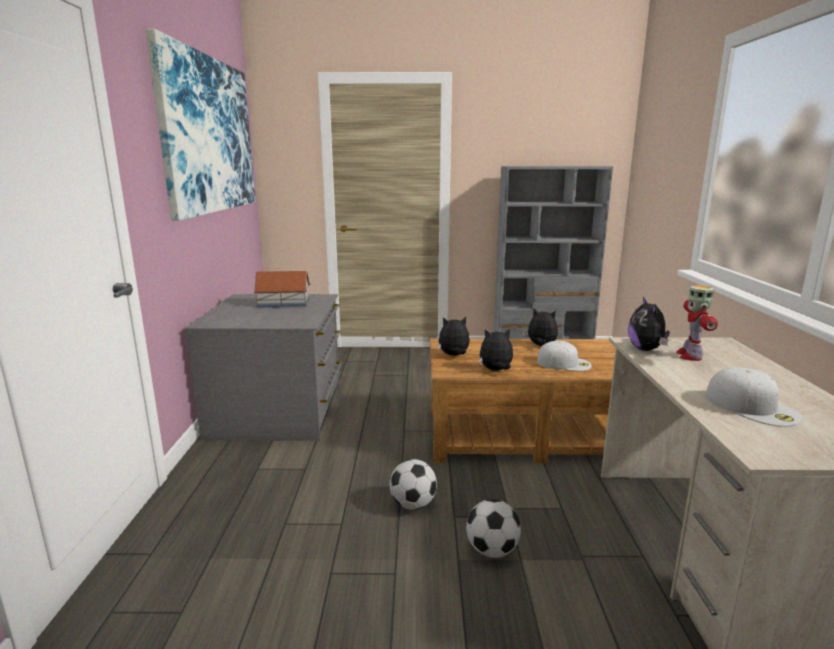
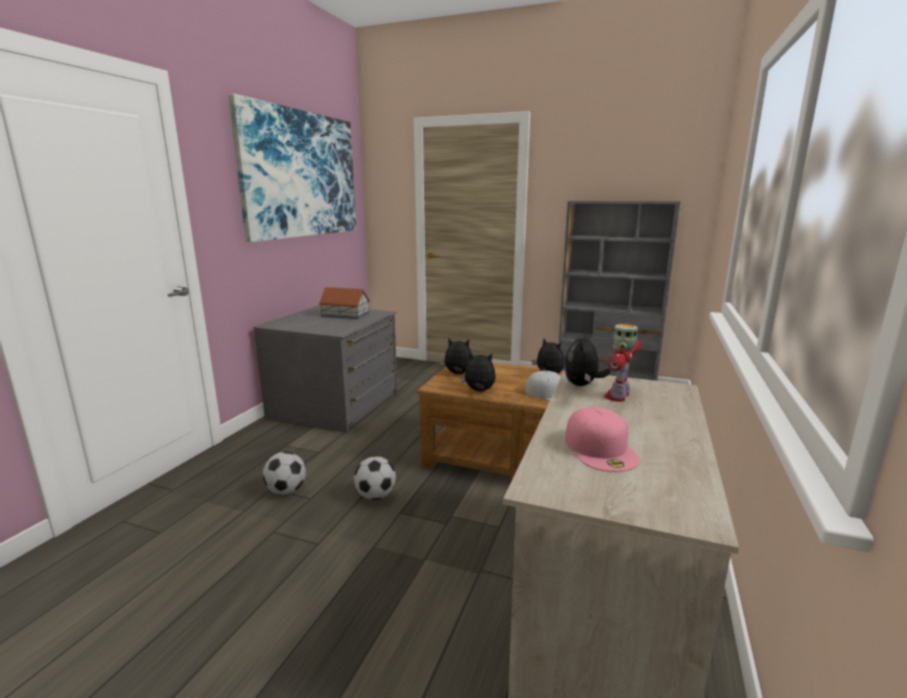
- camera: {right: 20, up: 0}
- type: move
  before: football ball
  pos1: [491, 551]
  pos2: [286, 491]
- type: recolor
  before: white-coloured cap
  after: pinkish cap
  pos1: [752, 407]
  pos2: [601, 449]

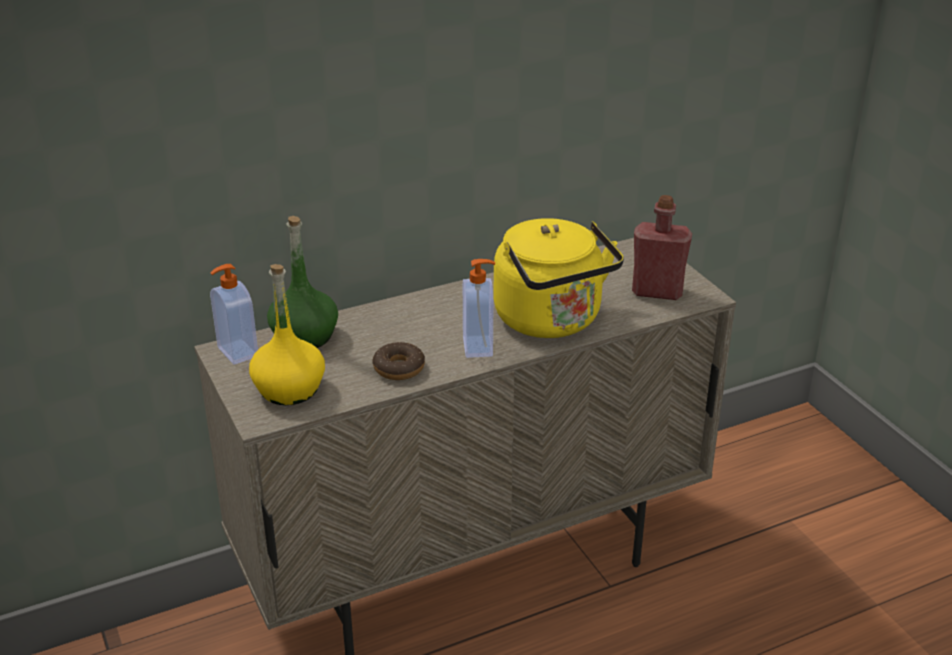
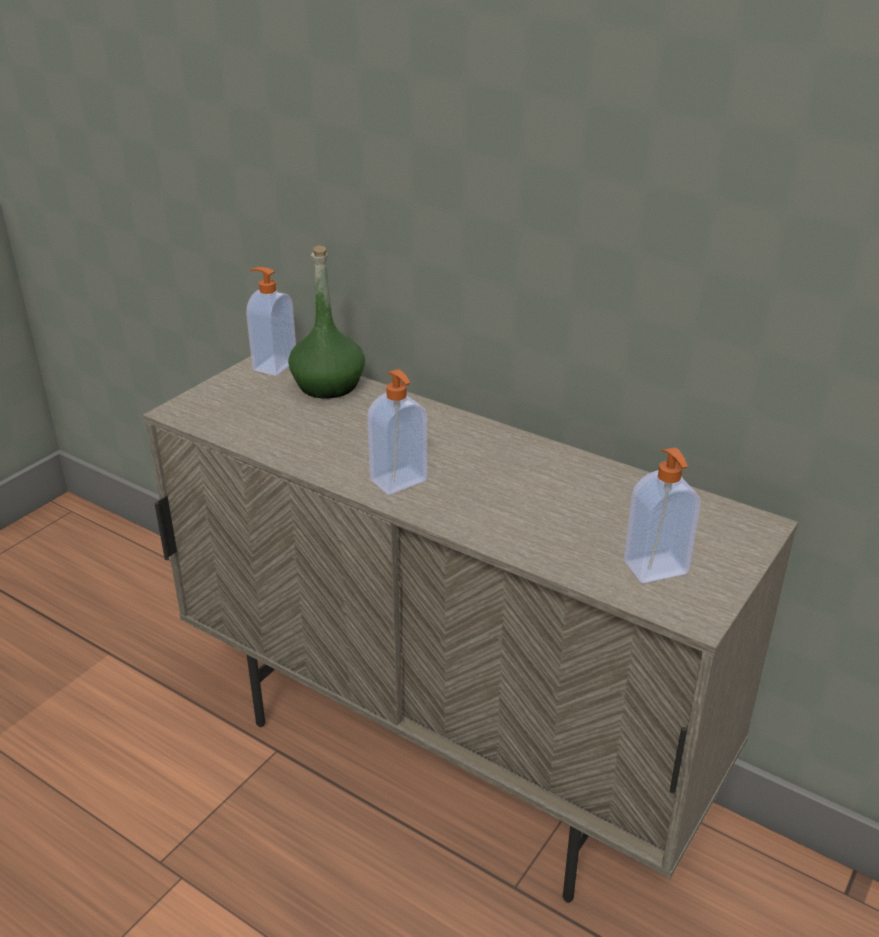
- camera: {right: 60, up: 0}
- type: delete
  before: yellowish drink bottle
  pos1: [289, 389]
- type: delete
  before: donut
  pos1: [399, 368]
- type: delete
  before: yellowish water kettle
  pos1: [552, 321]
- type: replace
  before: reddish drink bottle
  after: liquid soap bottle
  pos1: [657, 291]
  pos2: [657, 569]

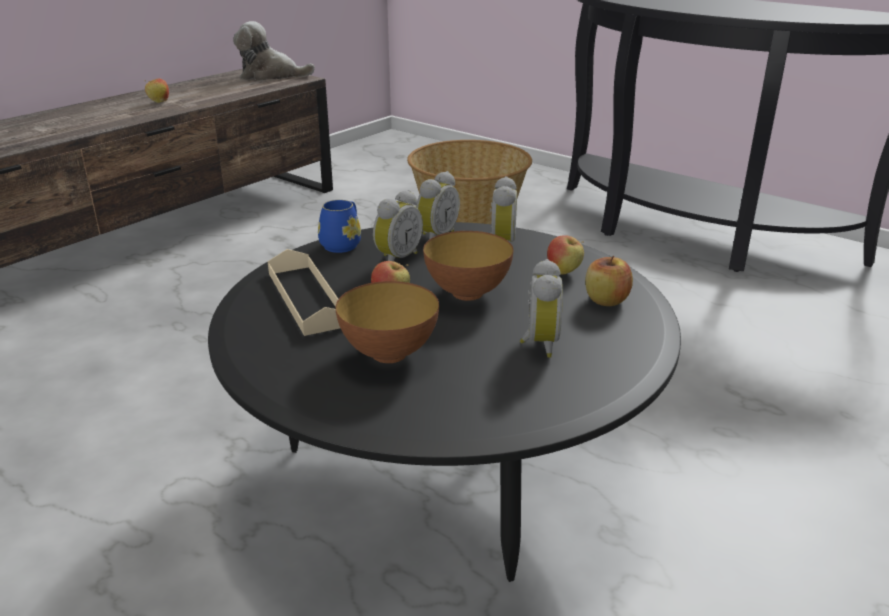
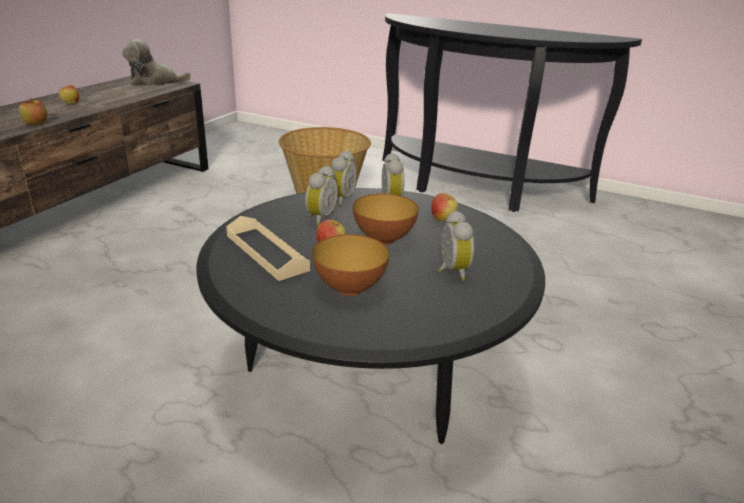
- camera: {right: -15, up: 0}
- type: delete
  before: blue-coloured mug
  pos1: [343, 244]
- type: move
  before: apple
  pos1: [606, 300]
  pos2: [36, 123]

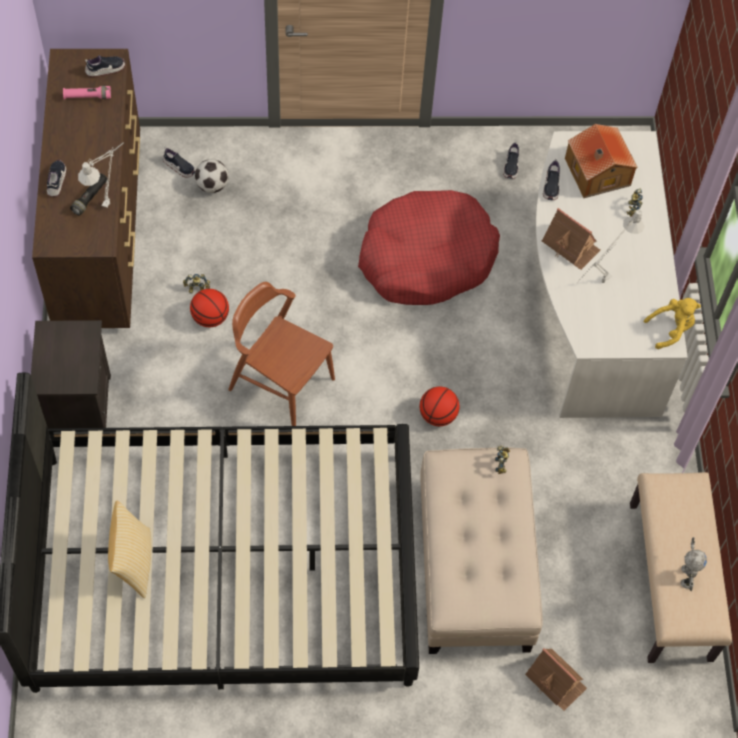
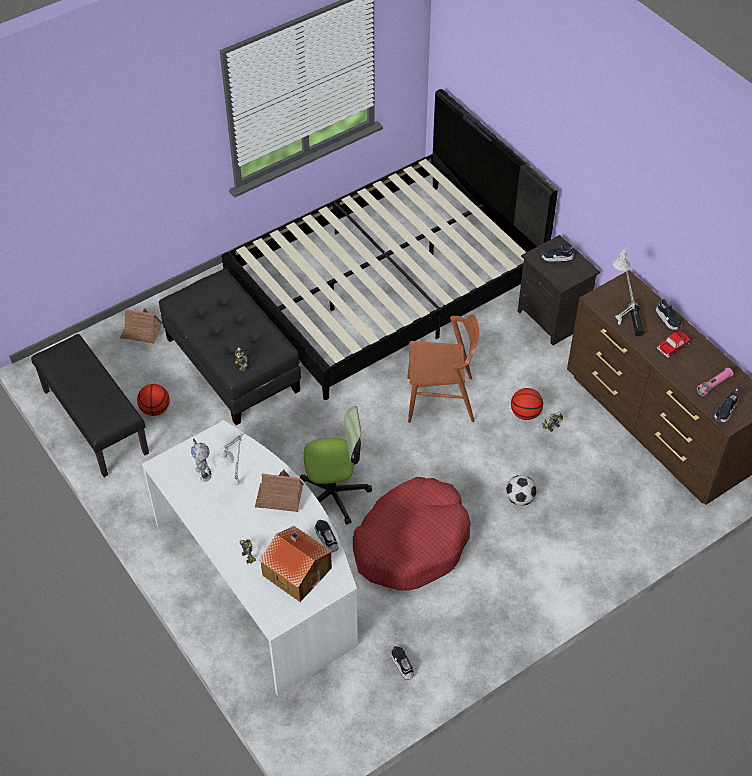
- camera: {right: 150, up: -10}
- type: delete
  before: cushion
  pos1: [133, 562]
- type: move
  before: item of footwear
  pos1: [179, 167]
  pos2: [557, 258]
- type: move
  before: football ball
  pos1: [212, 185]
  pos2: [520, 499]
- type: move
  before: ball for basketball
  pos1: [438, 415]
  pos2: [155, 409]
- type: recolor
  before: beige ottoman
  after: black-coloured ottoman
  pos1: [473, 565]
  pos2: [233, 364]
- type: recolor
  before: beige long seat
  after: black-coloured long seat
  pos1: [671, 581]
  pos2: [94, 422]
- type: delete
  before: yellowish soft toy
  pos1: [671, 329]
- type: move
  before: model robot
  pos1: [686, 576]
  pos2: [204, 473]
- type: insert
  after: office chair
  pos2: [334, 494]
- type: insert
  after: toy car
  pos2: [673, 346]

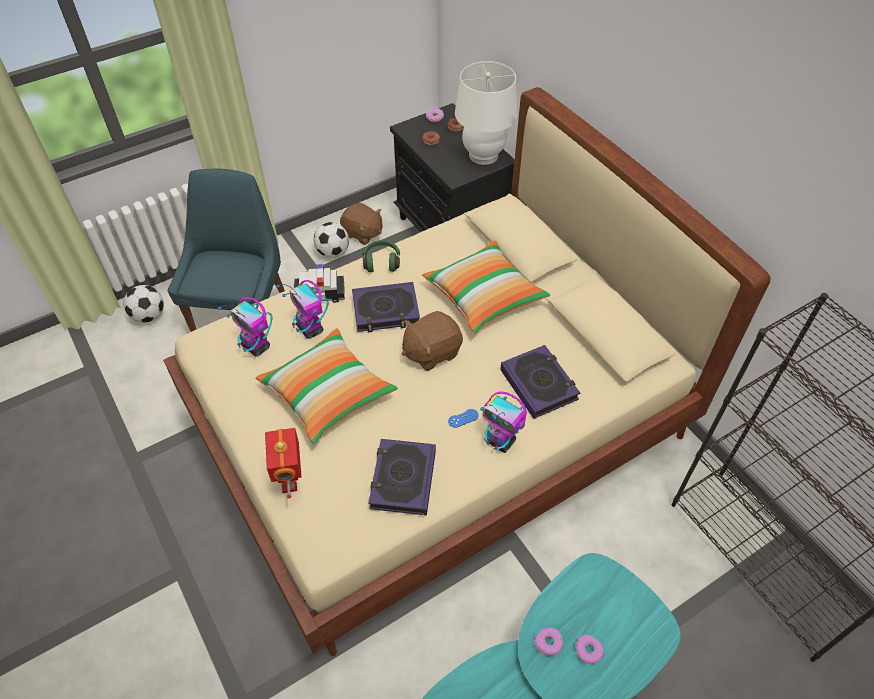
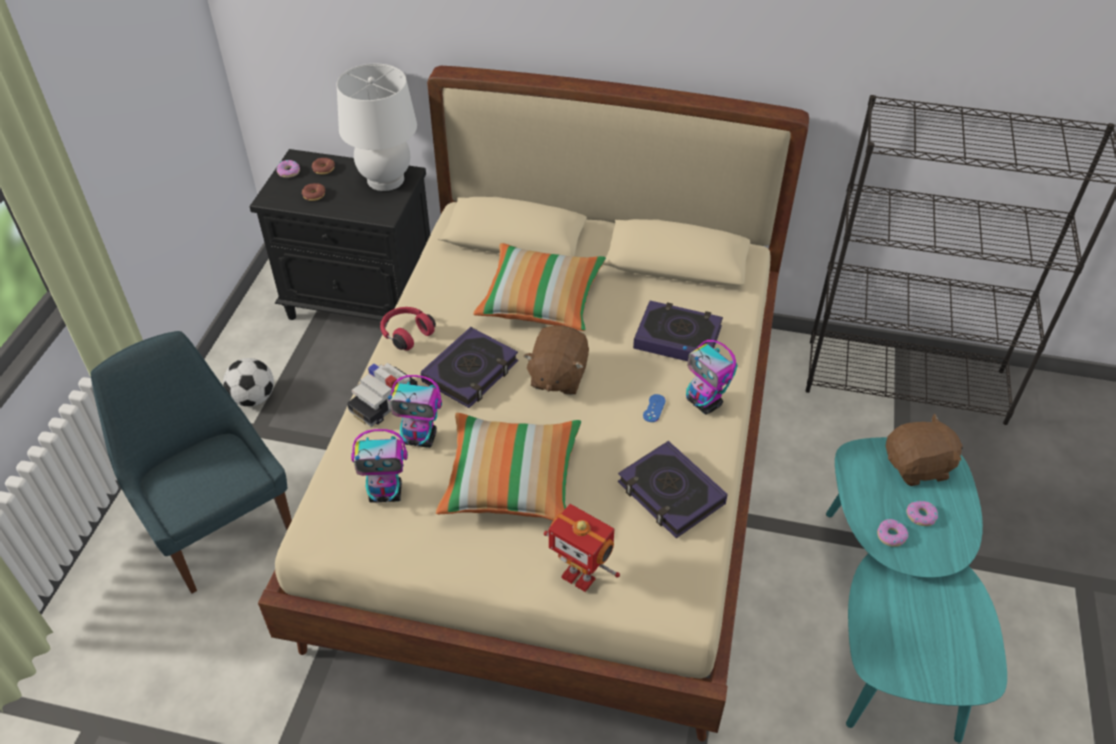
- camera: {right: -45, up: -5}
- type: delete
  before: football ball
  pos1: [149, 316]
- type: move
  before: brown soft toy
  pos1: [362, 233]
  pos2: [918, 467]
- type: recolor
  before: greenish headphones
  after: reddish headphones
  pos1: [381, 261]
  pos2: [406, 333]
- type: rotate
  before: model robot
  pos1: [500, 441]
  pos2: [704, 403]
  turn: 60

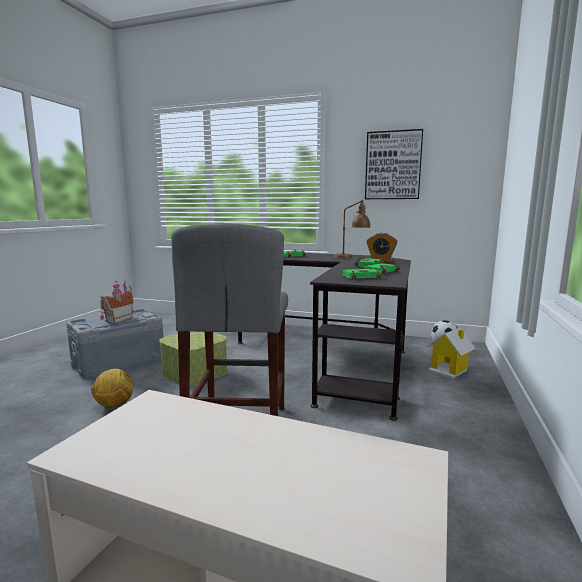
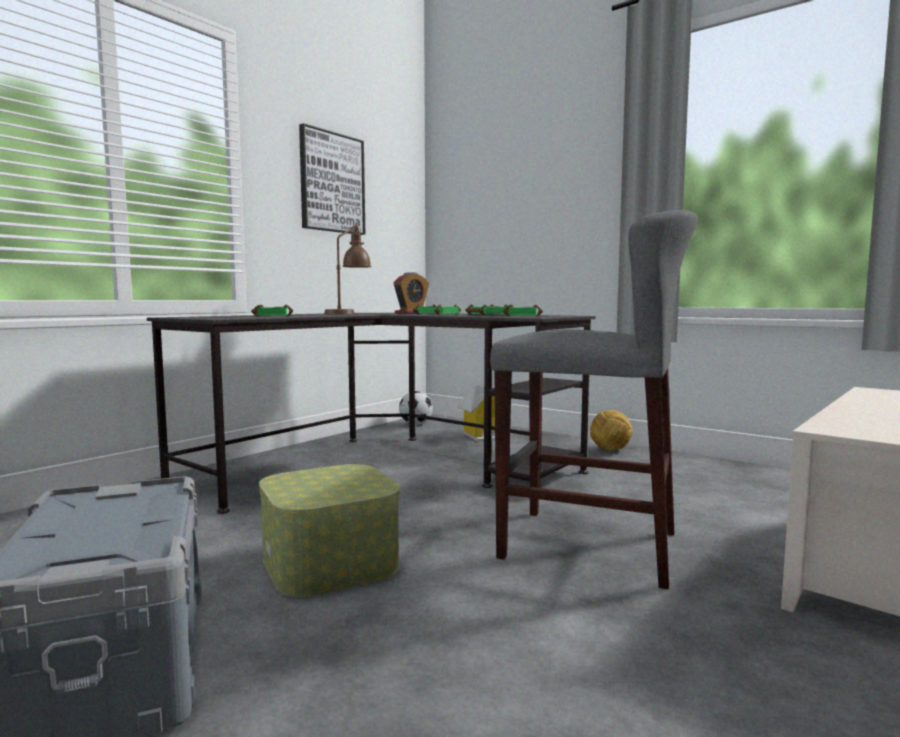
- camera: {right: -70, up: -5}
- type: move
  before: football ball
  pos1: [114, 405]
  pos2: [610, 450]
- type: delete
  before: miniature house
  pos1: [117, 320]

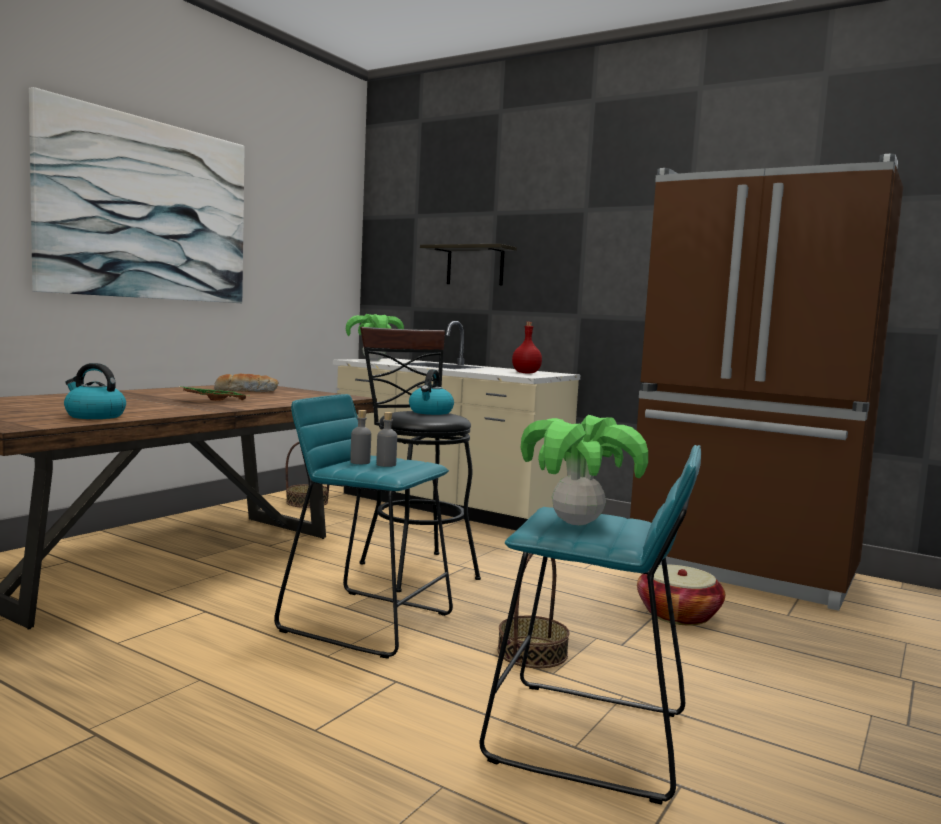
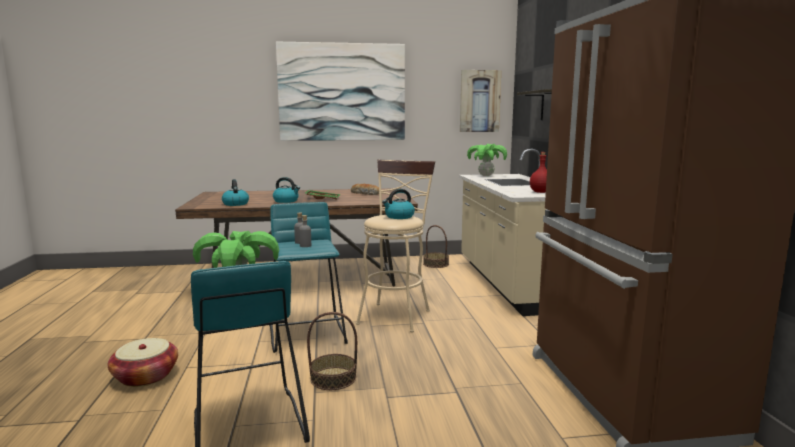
- camera: {right: 50, up: 5}
- type: recolor
  before: black-coloured sitting stool
  after: beige sitting stool
  pos1: [413, 568]
  pos2: [396, 314]
- type: move
  before: basket
  pos1: [678, 615]
  pos2: [145, 376]
- type: insert
  after: water kettle
  pos2: [286, 201]
- type: insert
  after: picture
  pos2: [479, 101]

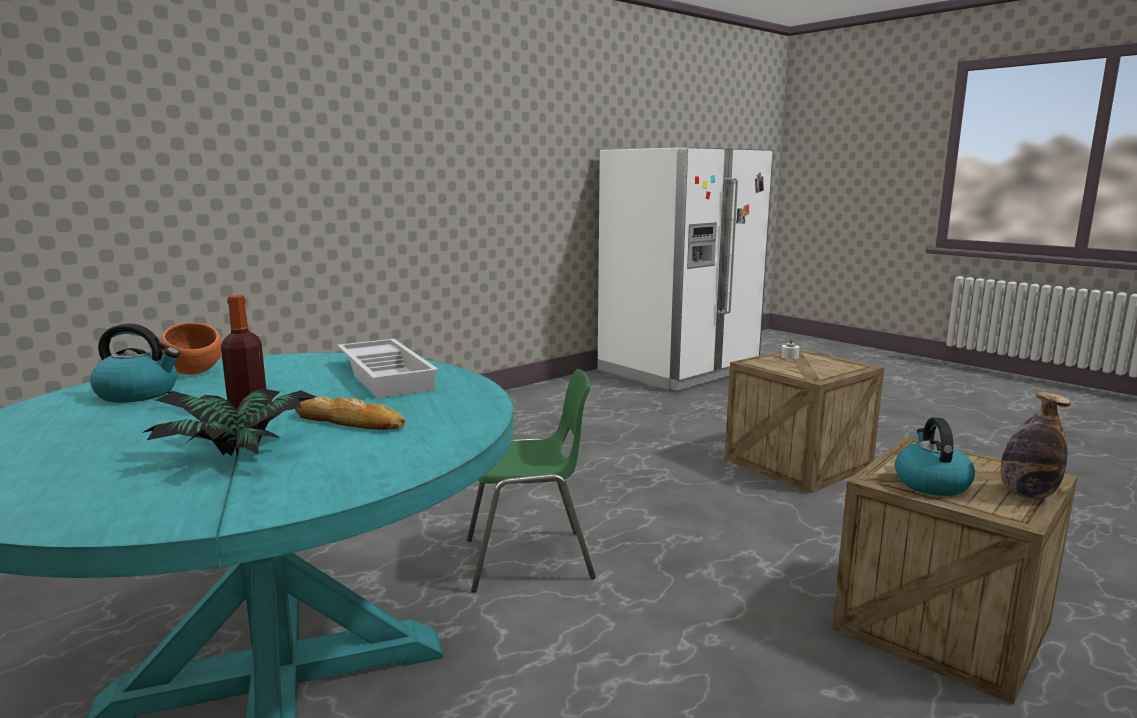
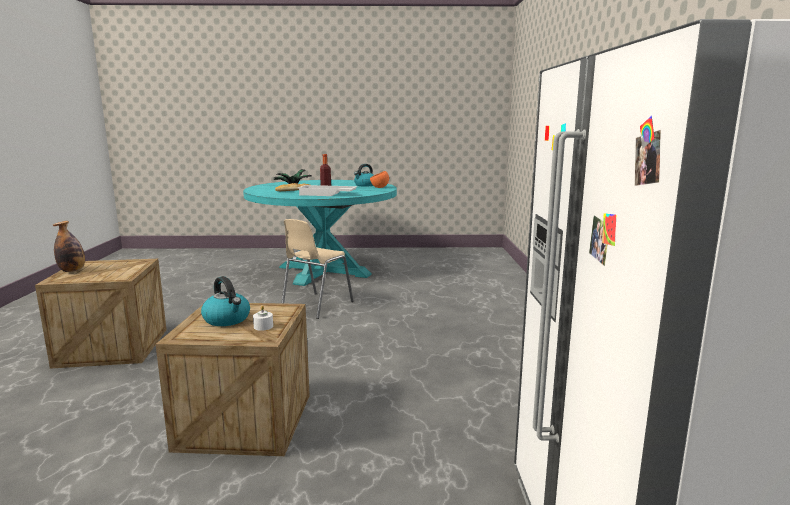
- camera: {right: 130, up: 0}
- type: recolor
  before: greenish plain chair
  after: beige plain chair
  pos1: [530, 560]
  pos2: [316, 306]
- type: move
  before: water kettle
  pos1: [930, 483]
  pos2: [227, 319]

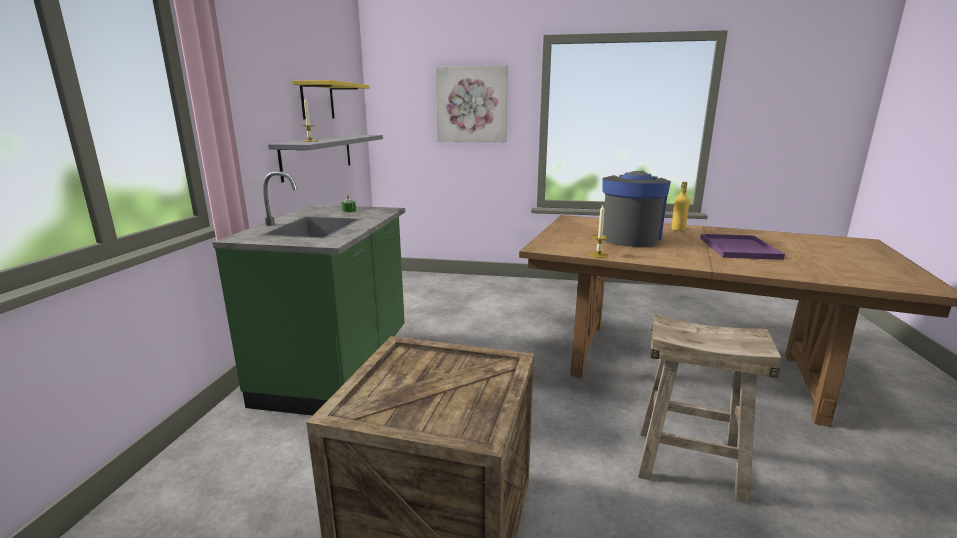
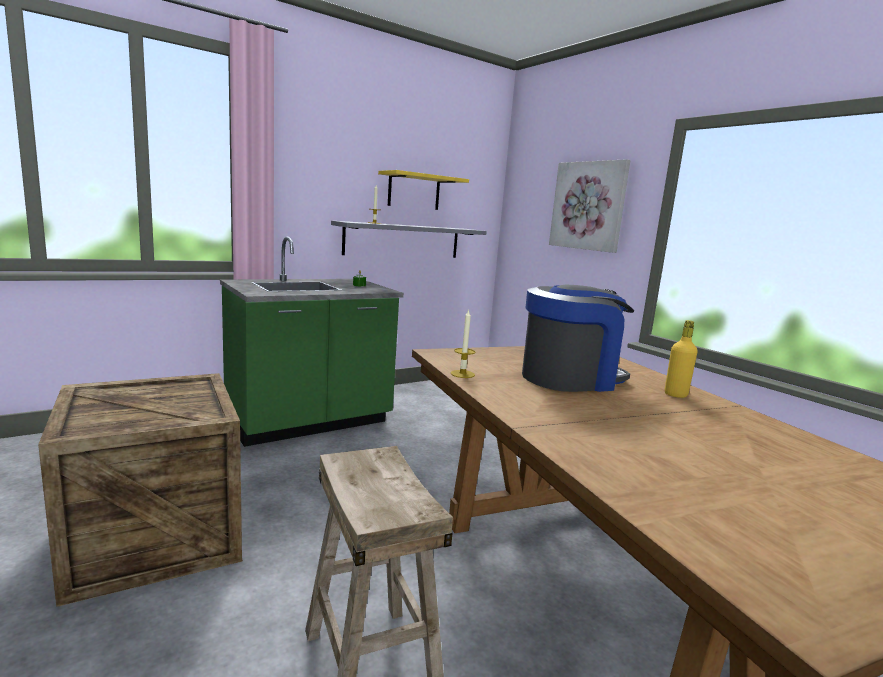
- camera: {right: 45, up: -5}
- type: delete
  before: purplish tray
  pos1: [740, 248]

